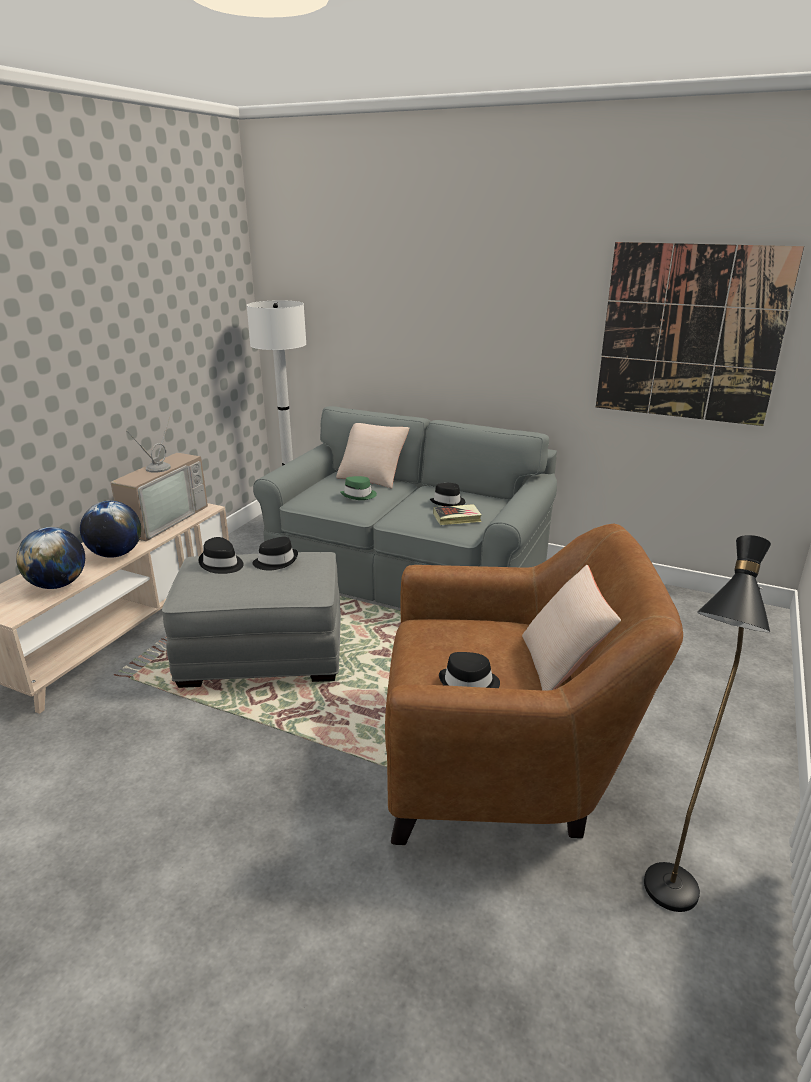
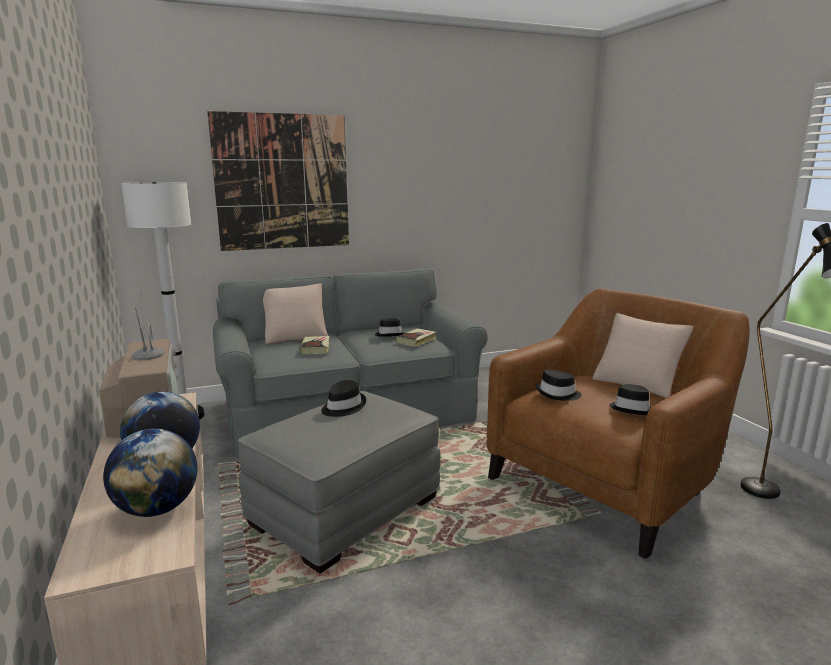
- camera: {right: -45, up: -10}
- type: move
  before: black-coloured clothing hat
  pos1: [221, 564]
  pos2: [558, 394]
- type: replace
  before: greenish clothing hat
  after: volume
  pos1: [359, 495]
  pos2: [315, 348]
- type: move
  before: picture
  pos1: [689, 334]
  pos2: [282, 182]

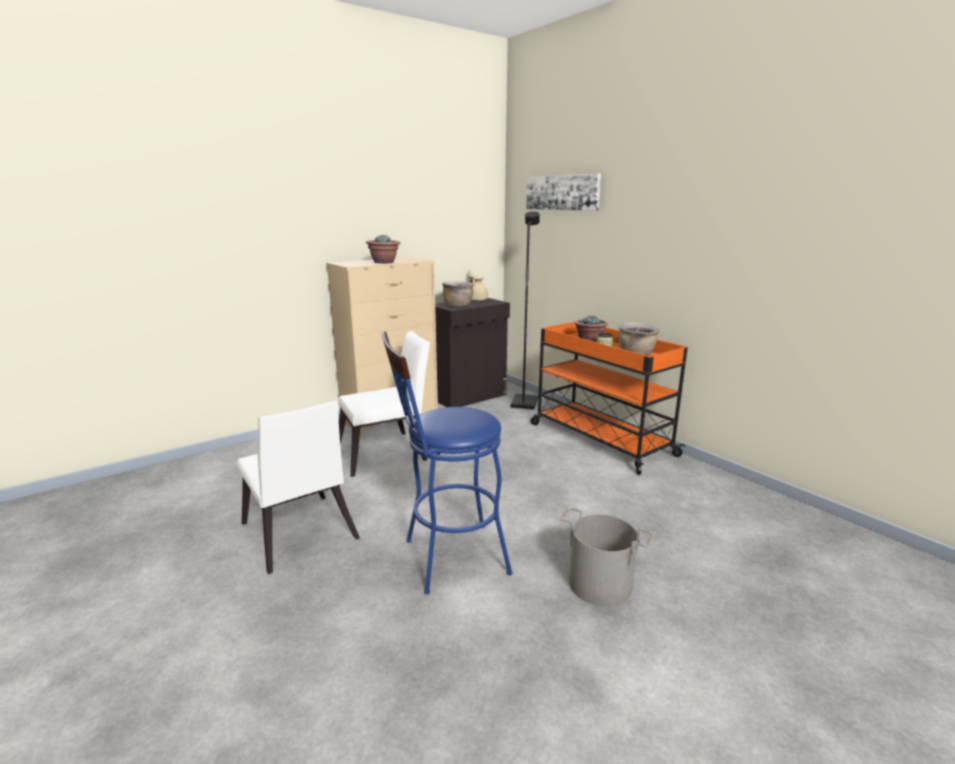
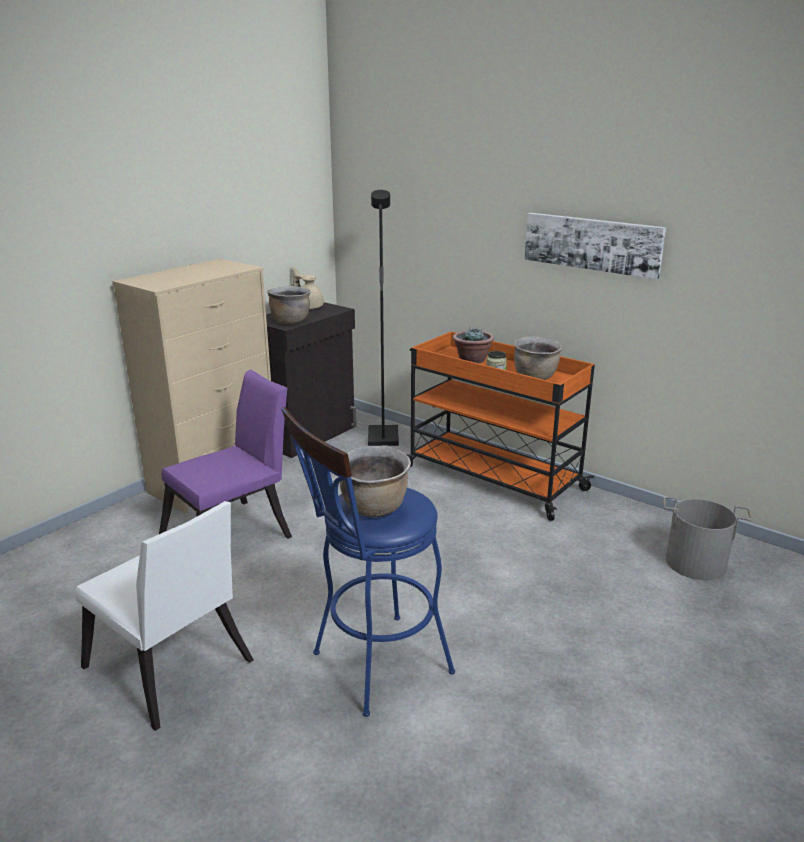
- camera: {right: -15, up: 5}
- type: recolor
  before: white-coloured plain chair
  after: purplish plain chair
  pos1: [387, 453]
  pos2: [234, 534]
- type: delete
  before: houseplant
  pos1: [384, 262]
- type: move
  before: picture
  pos1: [562, 192]
  pos2: [592, 244]
- type: move
  before: grey bucket
  pos1: [599, 585]
  pos2: [695, 563]
- type: insert
  after: brown saucepot
  pos2: [375, 508]

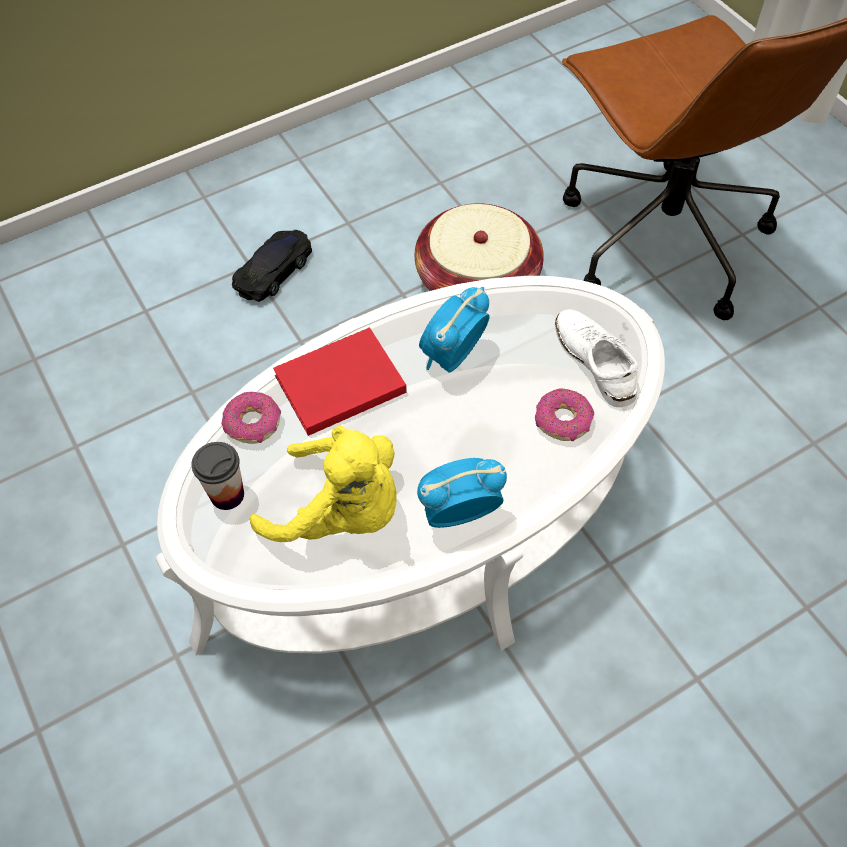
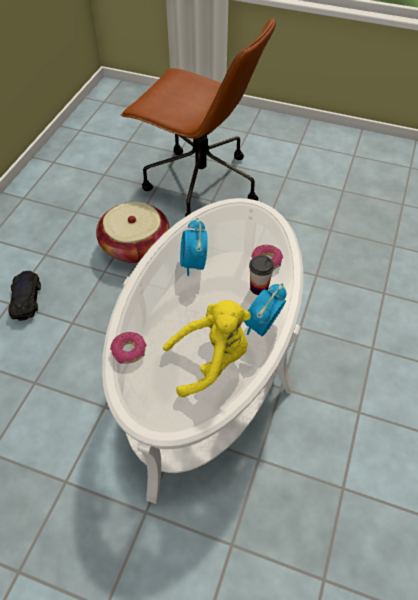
- camera: {right: -40, up: -5}
- type: move
  before: cup
  pos1: [227, 495]
  pos2: [259, 288]
- type: delete
  before: reddish volume
  pos1: [336, 384]
- type: delete
  before: white-coloured item of footwear
  pos1: [594, 361]

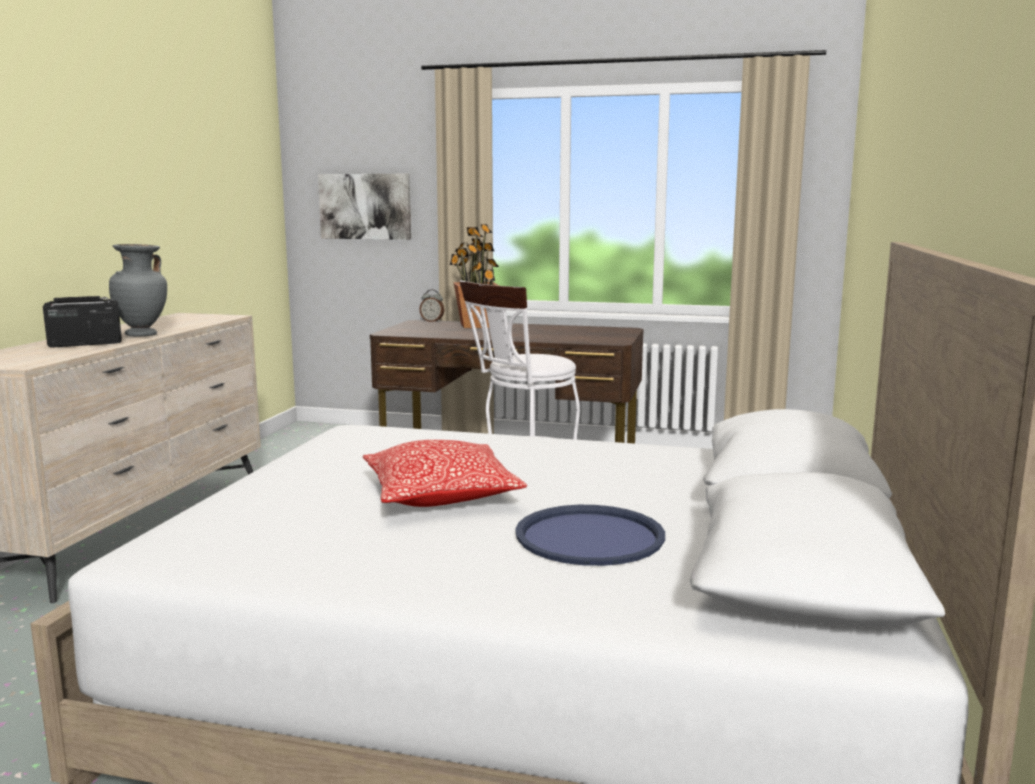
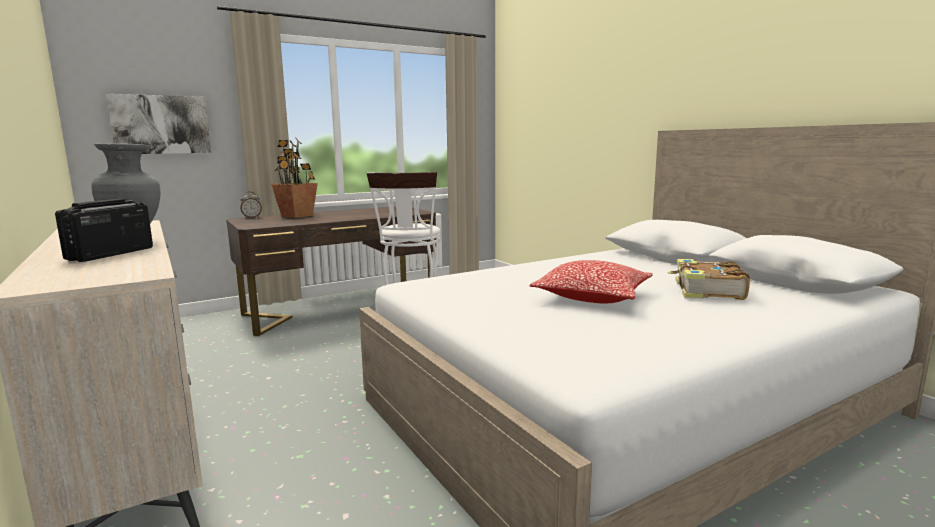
- camera: {right: -45, up: 0}
- type: replace
  before: blue-coloured tray
  after: volume
  pos1: [590, 537]
  pos2: [707, 291]

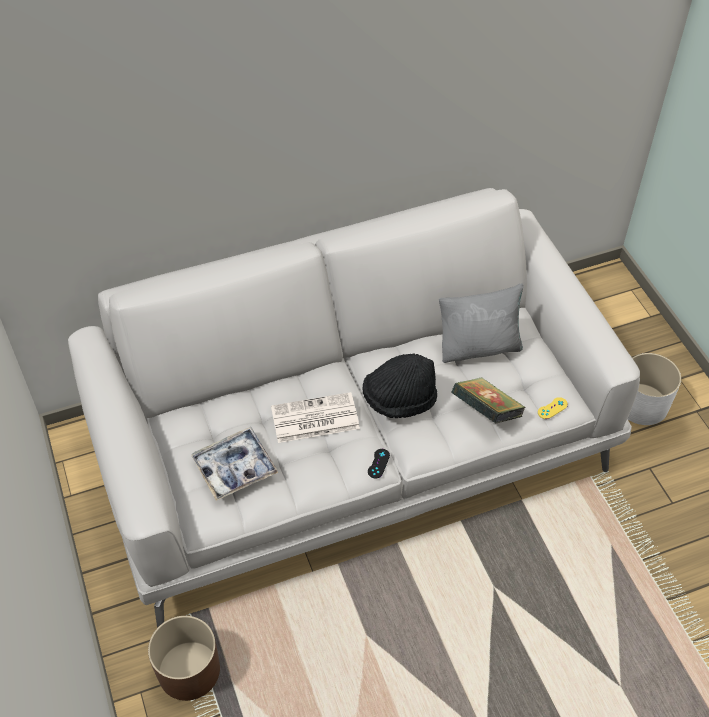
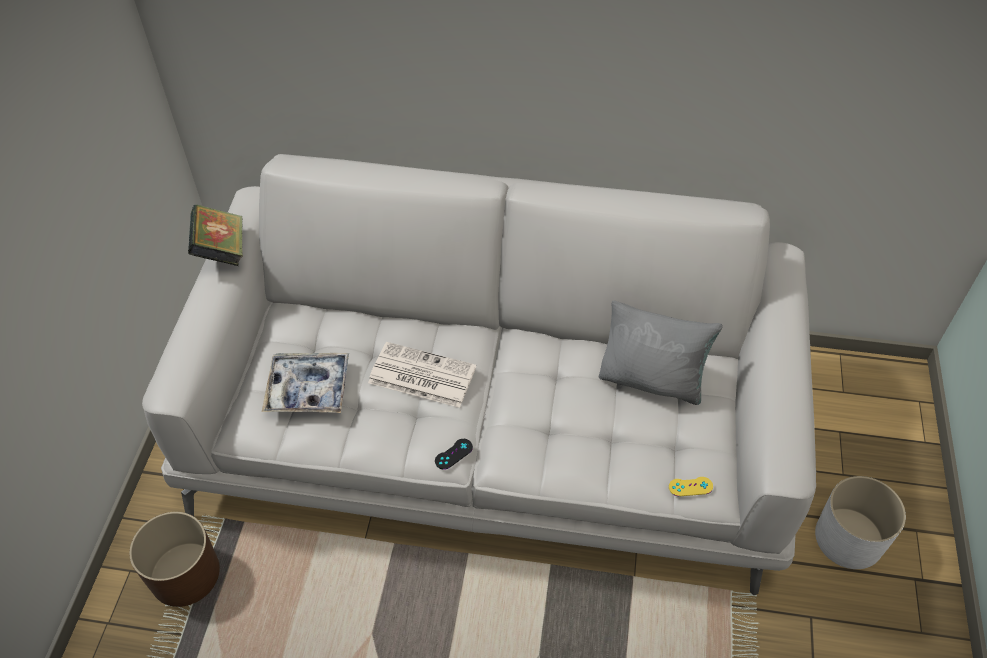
- camera: {right: 30, up: 0}
- type: delete
  before: black-coloured clothing hat
  pos1: [399, 400]
- type: move
  before: volume
  pos1: [486, 412]
  pos2: [221, 251]

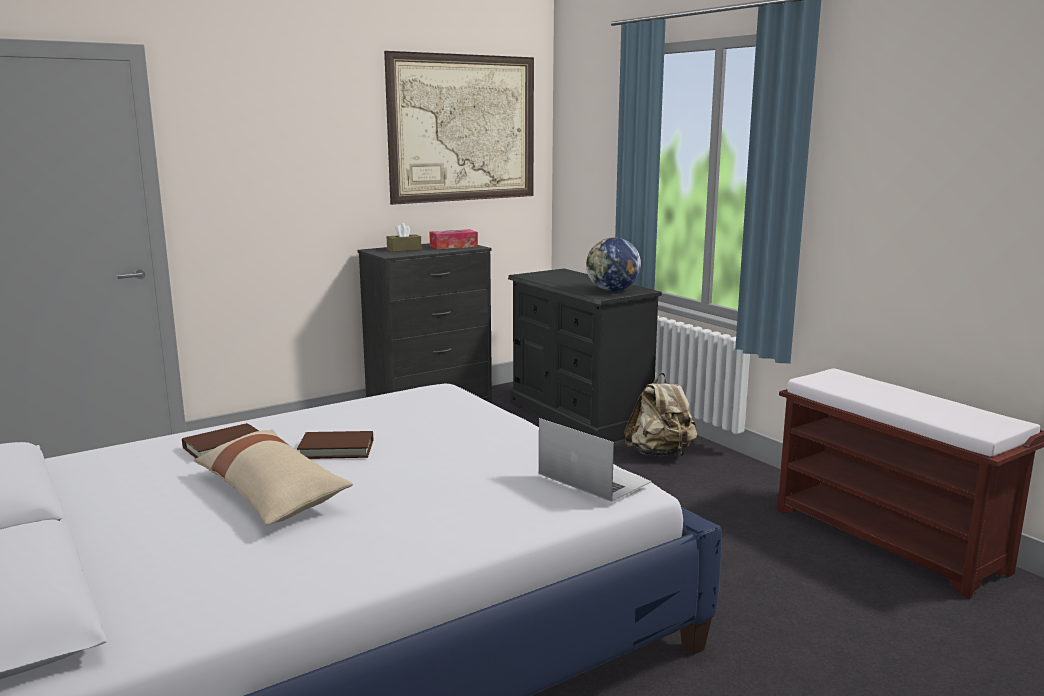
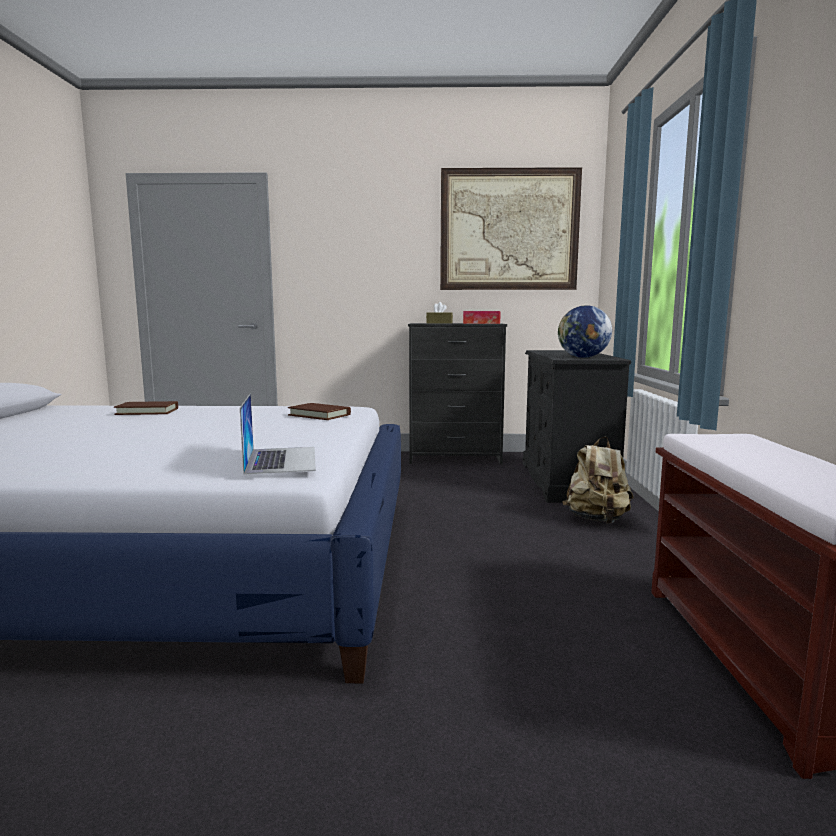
- camera: {right: 35, up: -5}
- type: delete
  before: beige cushion
  pos1: [271, 493]
- type: move
  before: brown volume
  pos1: [336, 449]
  pos2: [319, 415]

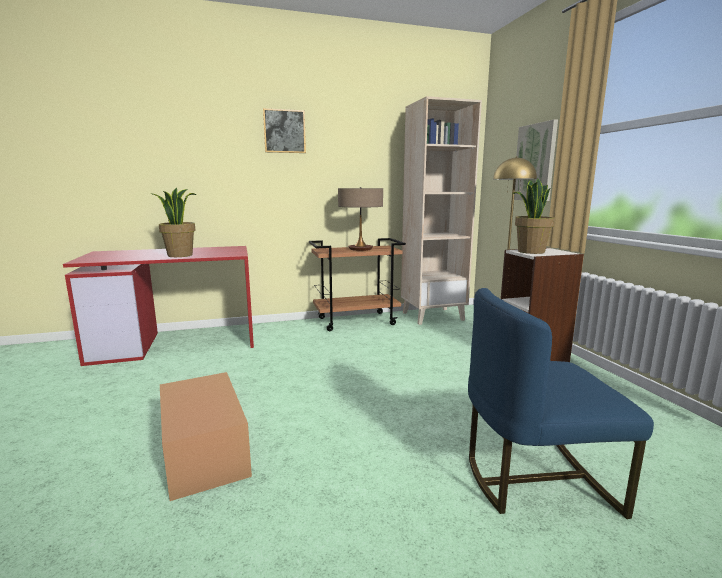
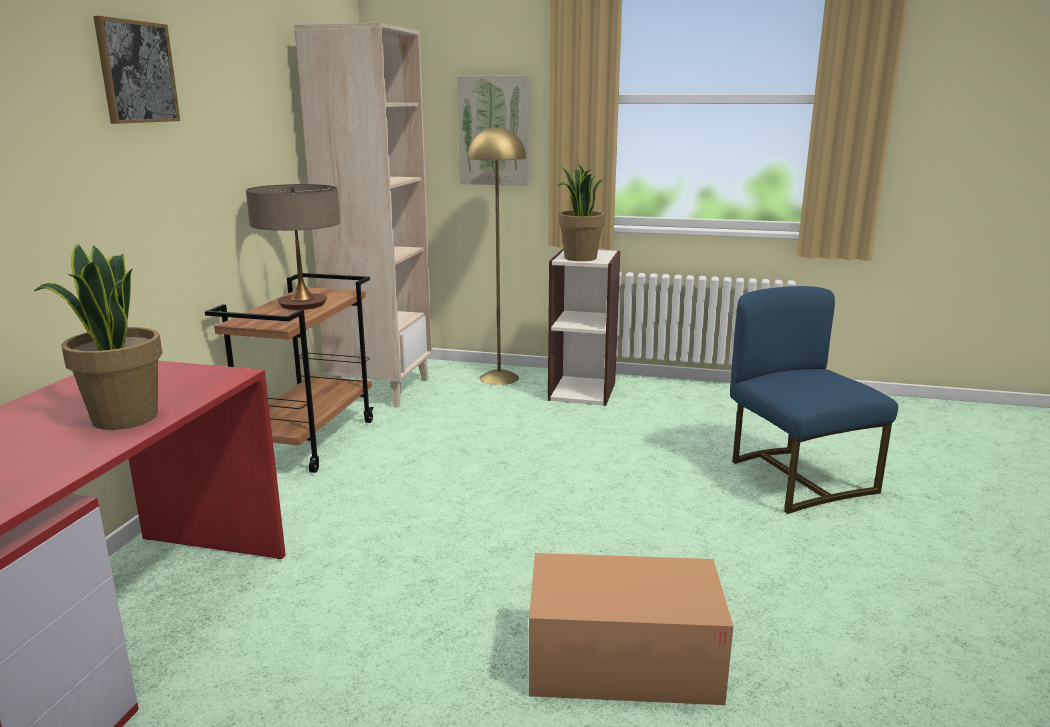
- camera: {right: -60, up: 5}
- type: rotate
  before: blue-coloured plain chair
  pos1: [536, 479]
  pos2: [796, 478]
  turn: 135

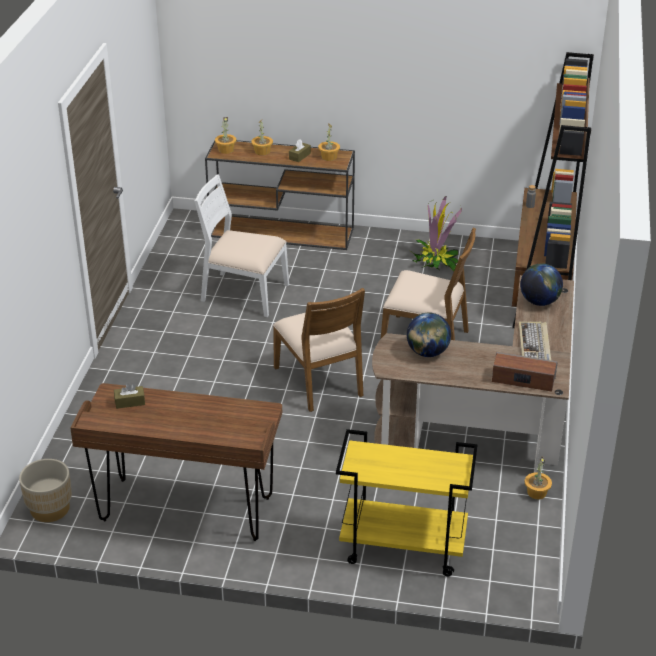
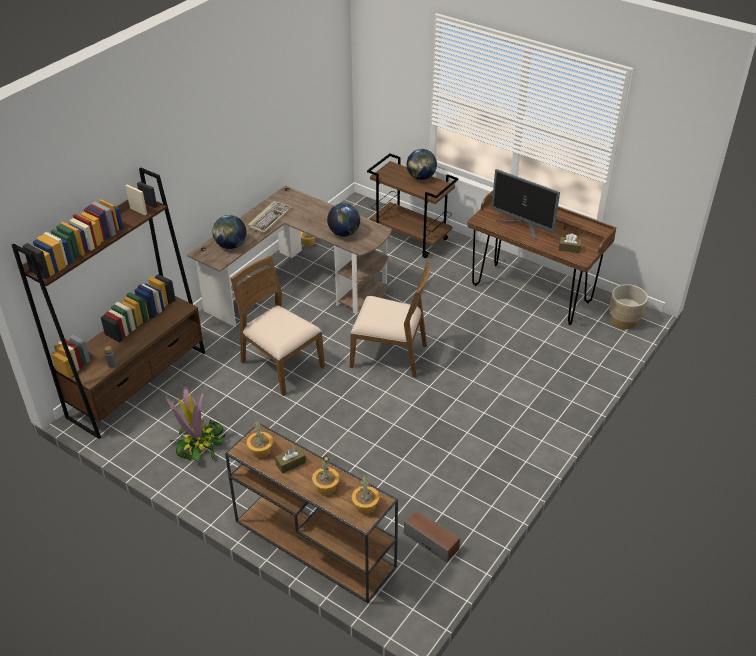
- camera: {right: -155, up: 5}
- type: delete
  before: white-coloured plain chair
  pos1: [244, 293]
- type: rotate
  before: brown plain chair
  pos1: [320, 381]
  pos2: [389, 355]
  turn: 105
- type: recolor
  before: yellowish wheeled cart
  after: brown wheeled cart
  pos1: [402, 548]
  pos2: [411, 238]
- type: move
  before: audio speaker
  pos1: [523, 380]
  pos2: [431, 541]
- type: insert
  after: desk globe
  pos2: [421, 177]
- type: insert
  after: monitor
  pos2: [522, 226]

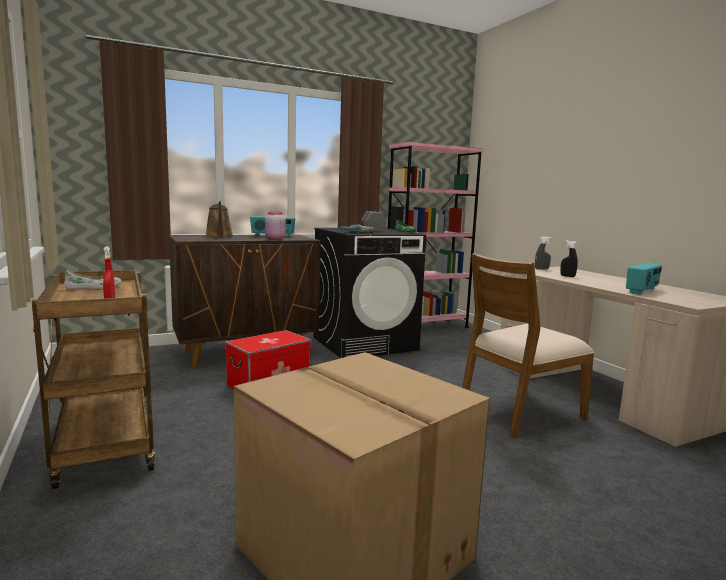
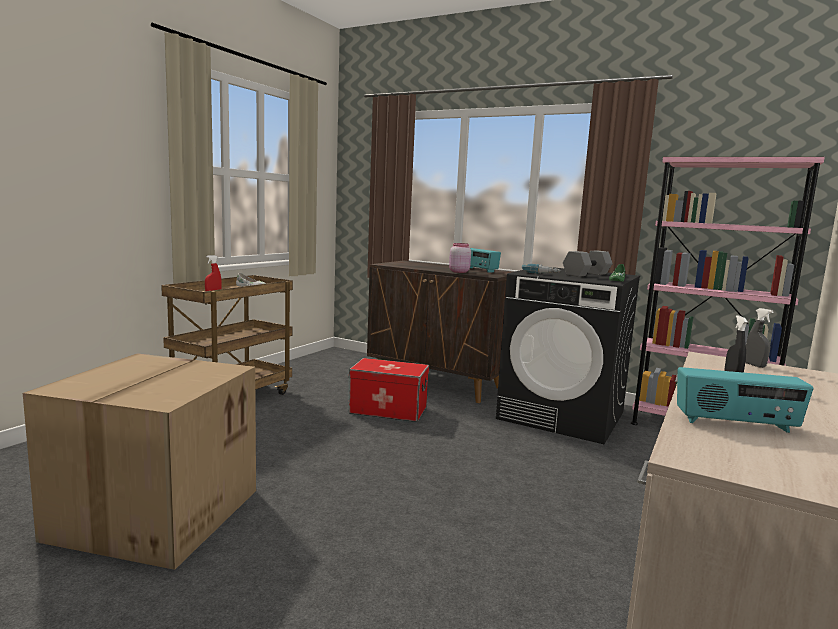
- camera: {right: 55, up: 0}
- type: delete
  before: brown watering can
  pos1: [219, 236]
- type: delete
  before: brown plain chair
  pos1: [519, 411]

